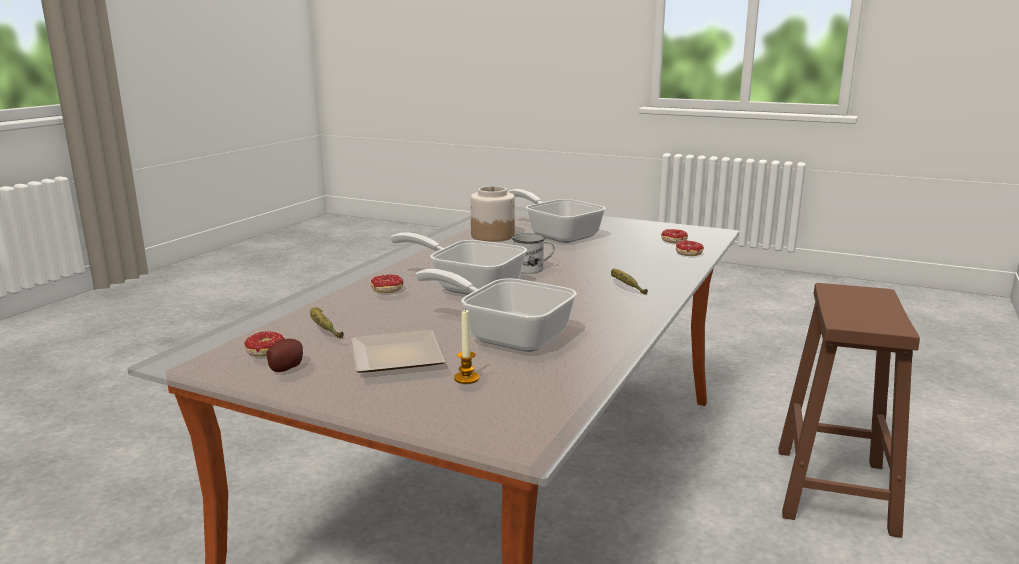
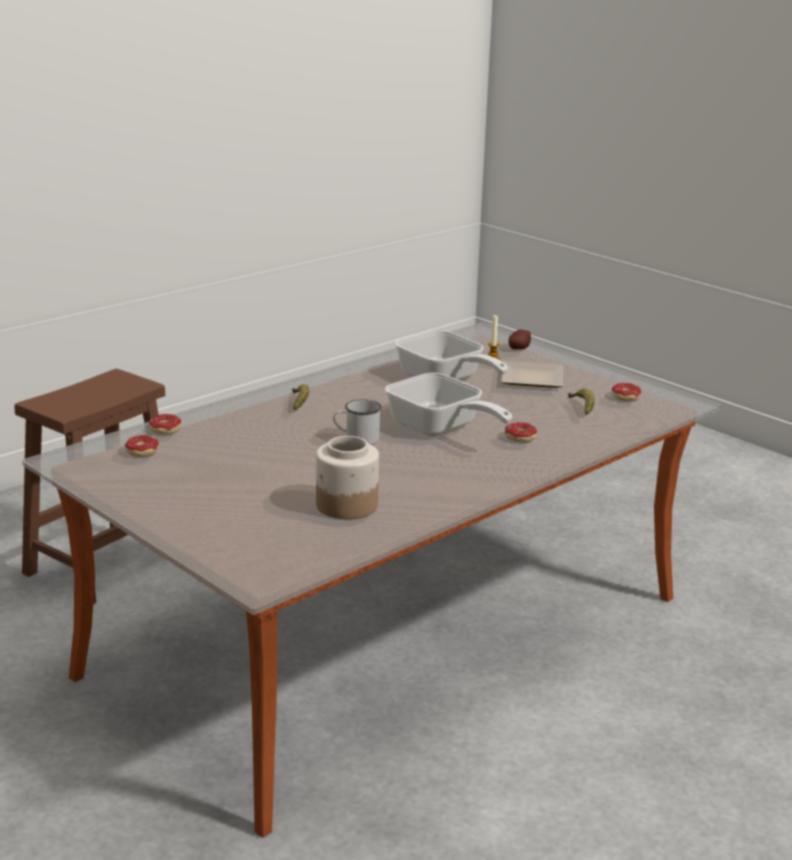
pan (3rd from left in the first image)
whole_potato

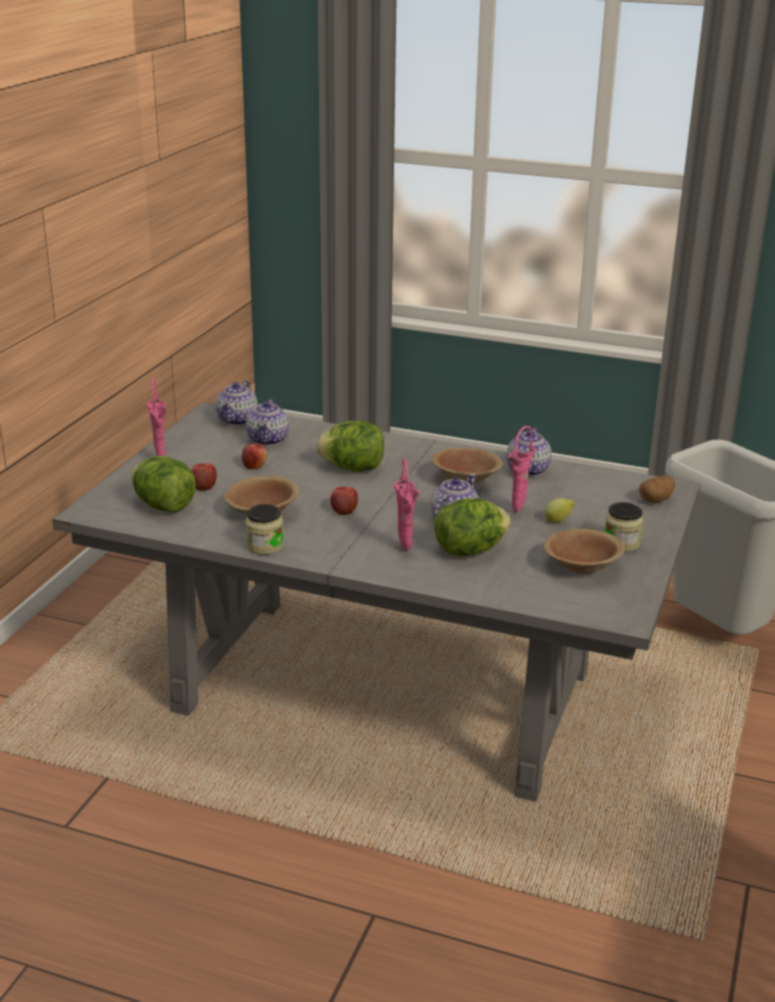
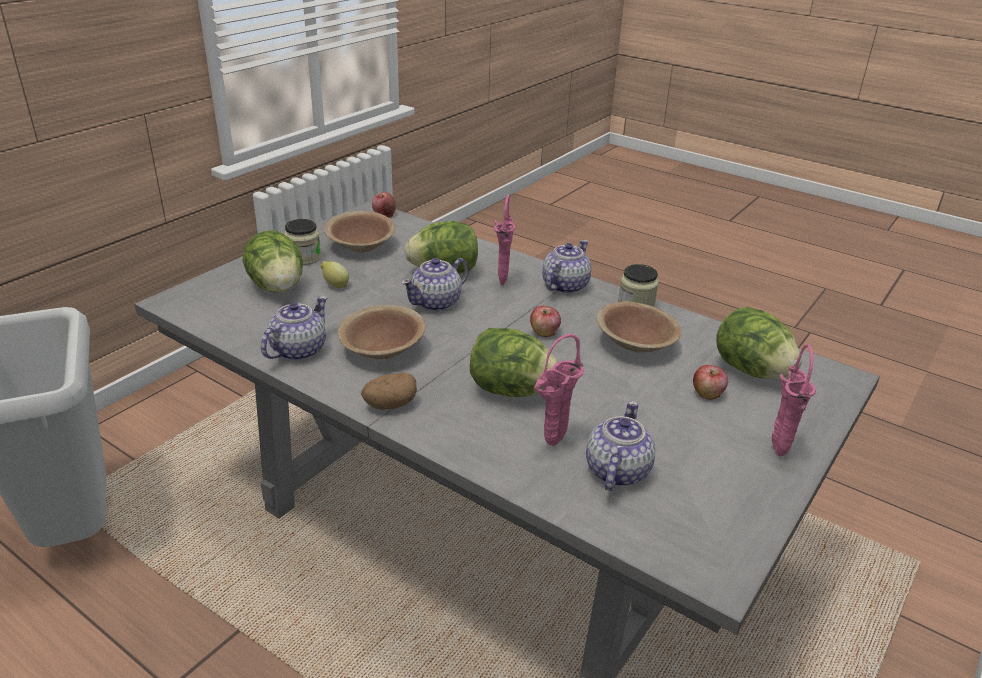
pot_for_tea (3rd from left)
pinkish_decorative_vase (2nd from left)
whole_apple (1st from left)
whole_potato
lettuce (1st from left)

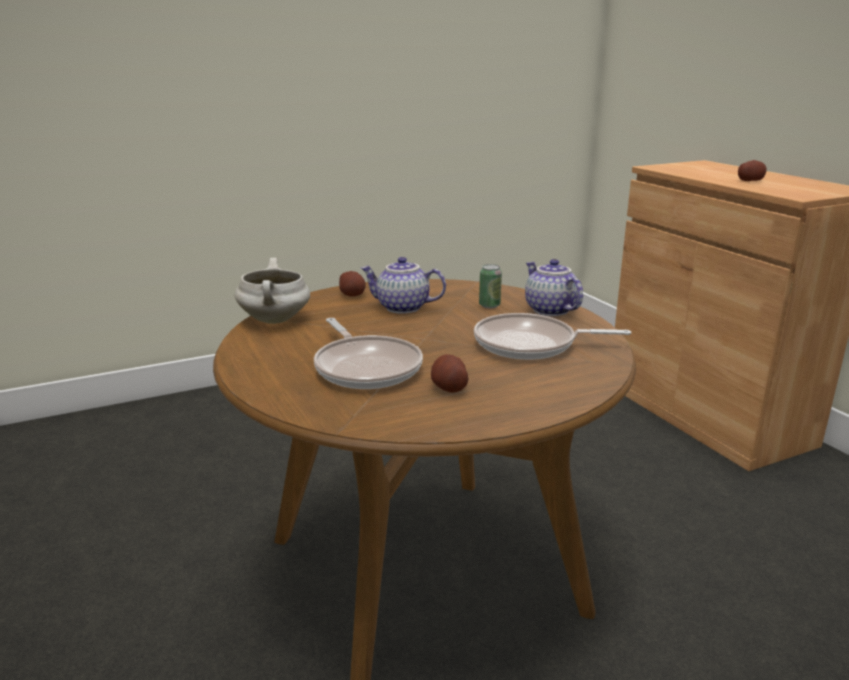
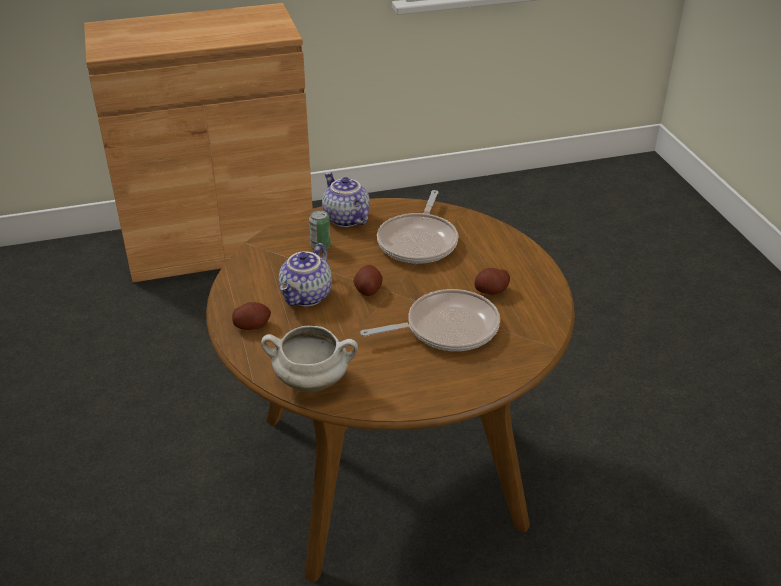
whole_potato (2nd from left)
pot_for_tea (2nd from left)

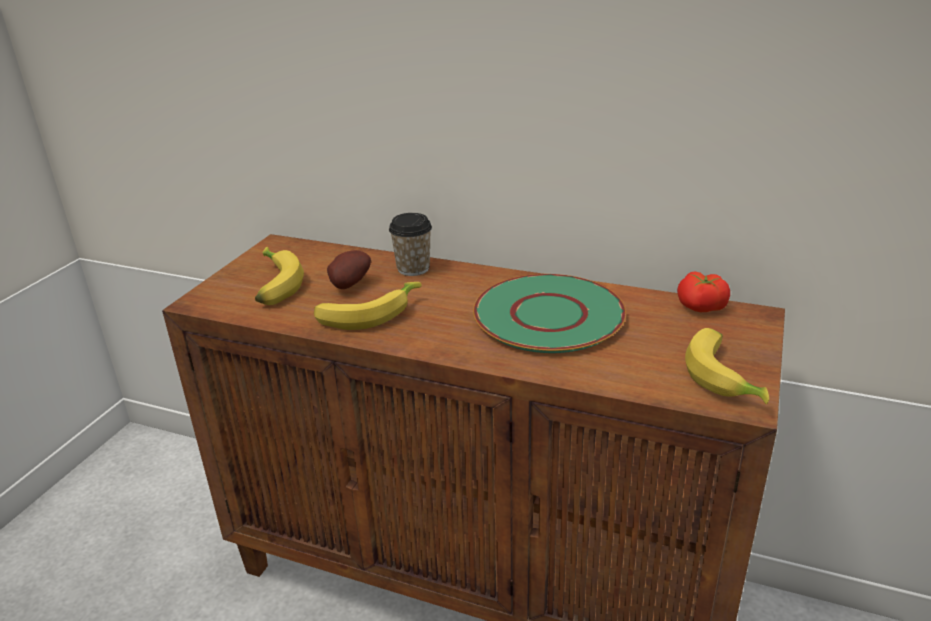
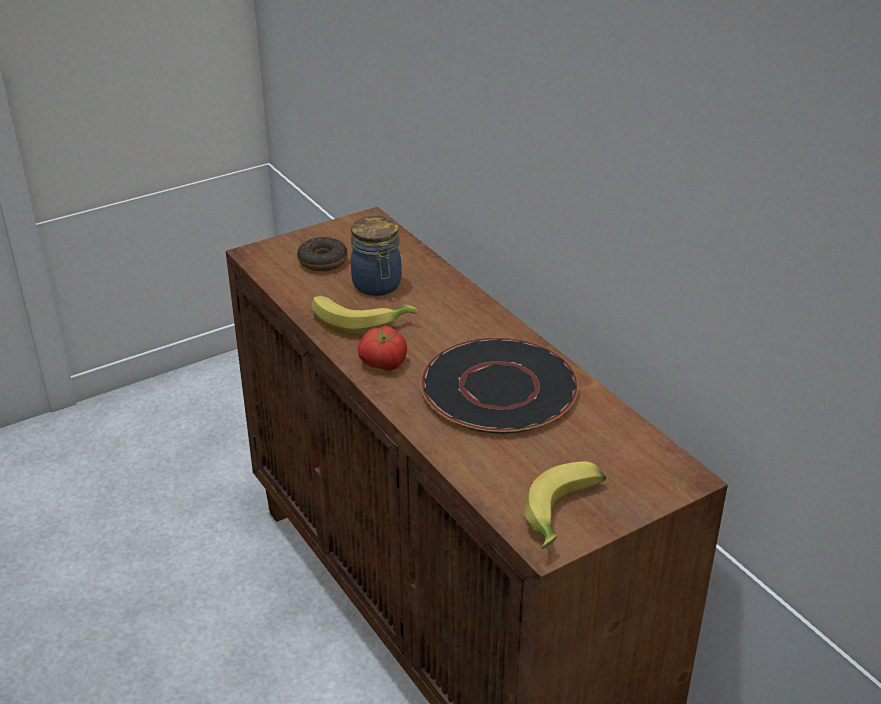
drinking_cup
ring_doughnut
jar
tomato
blackish_flat_dish

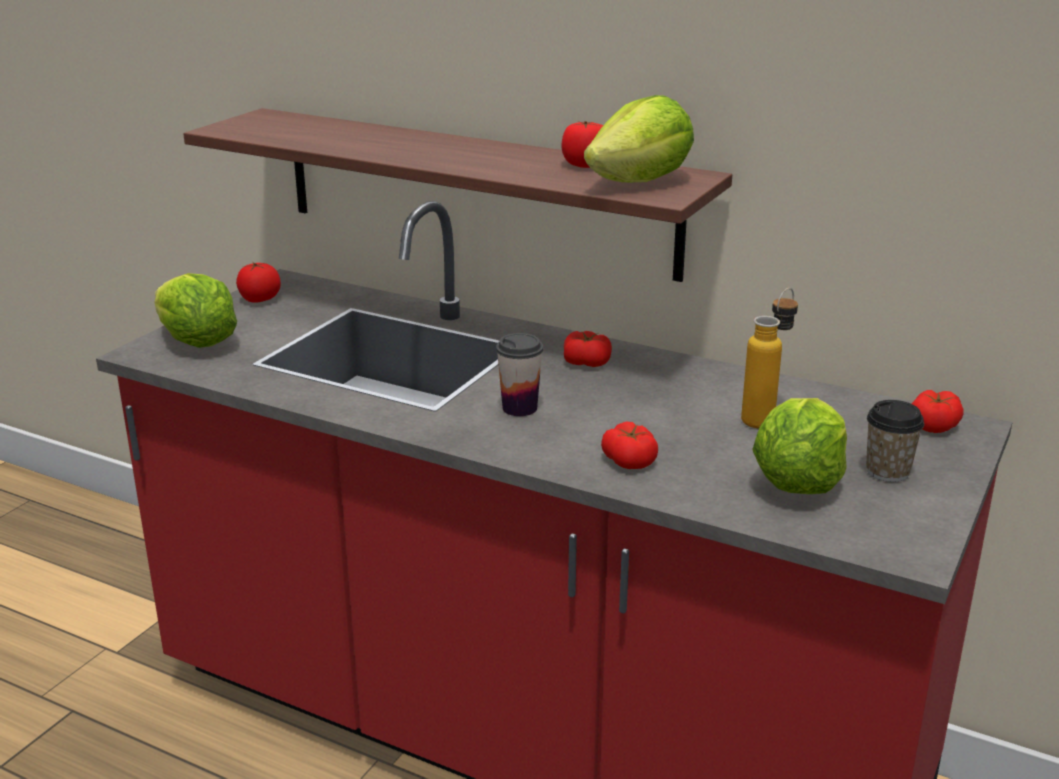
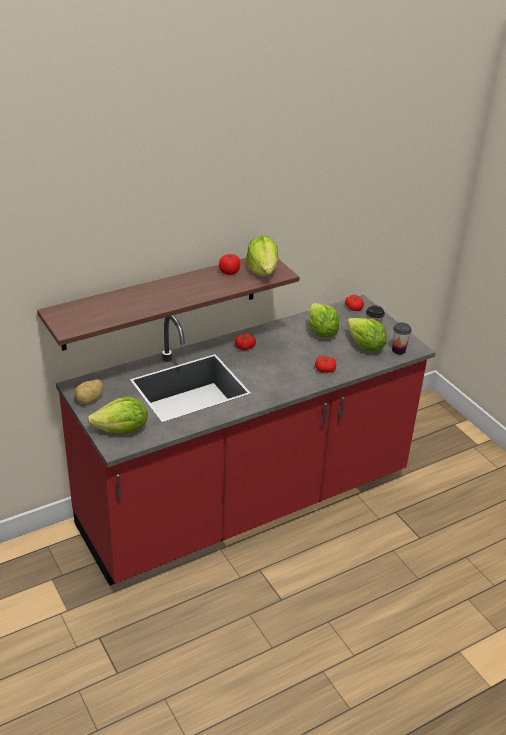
whole_potato
lettuce (3rd from left)
drinking_cup (2nd from left)

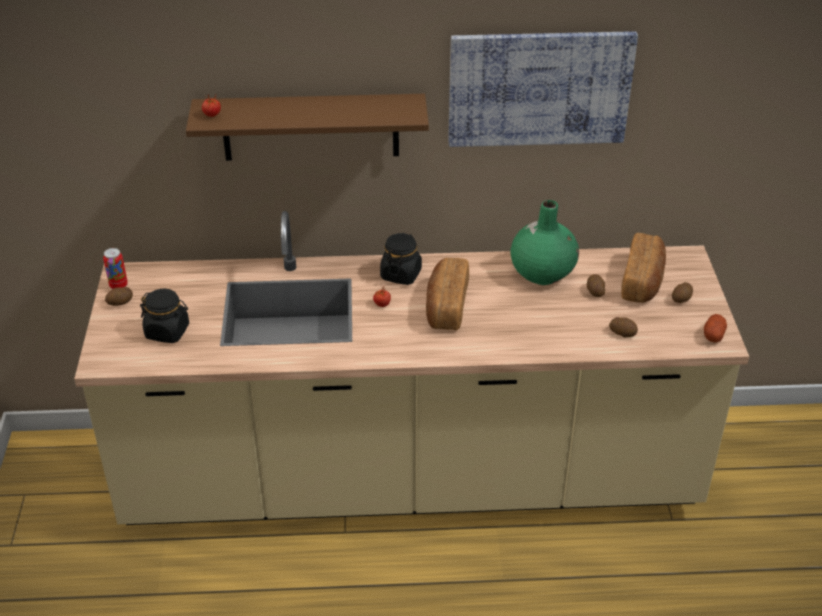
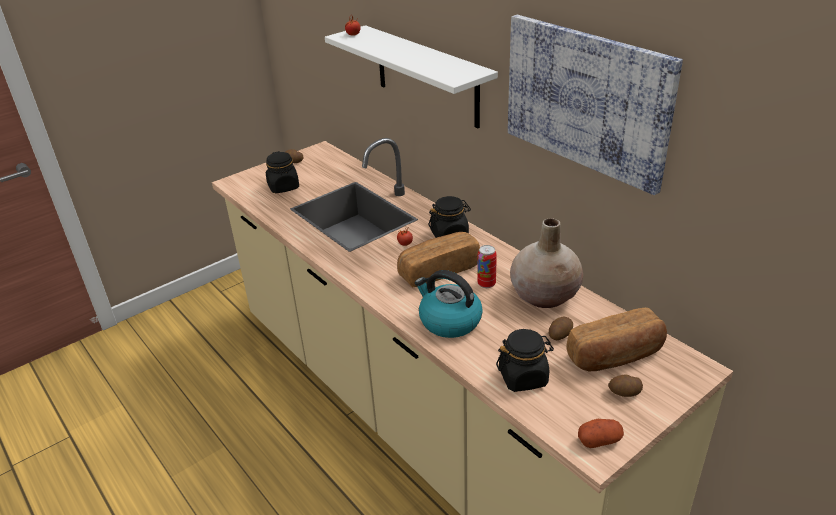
white-coloured_wall_shelf
beige-coloured_decorative_vase
metal_can
blackish_jar (3rd from left)
water_kettle

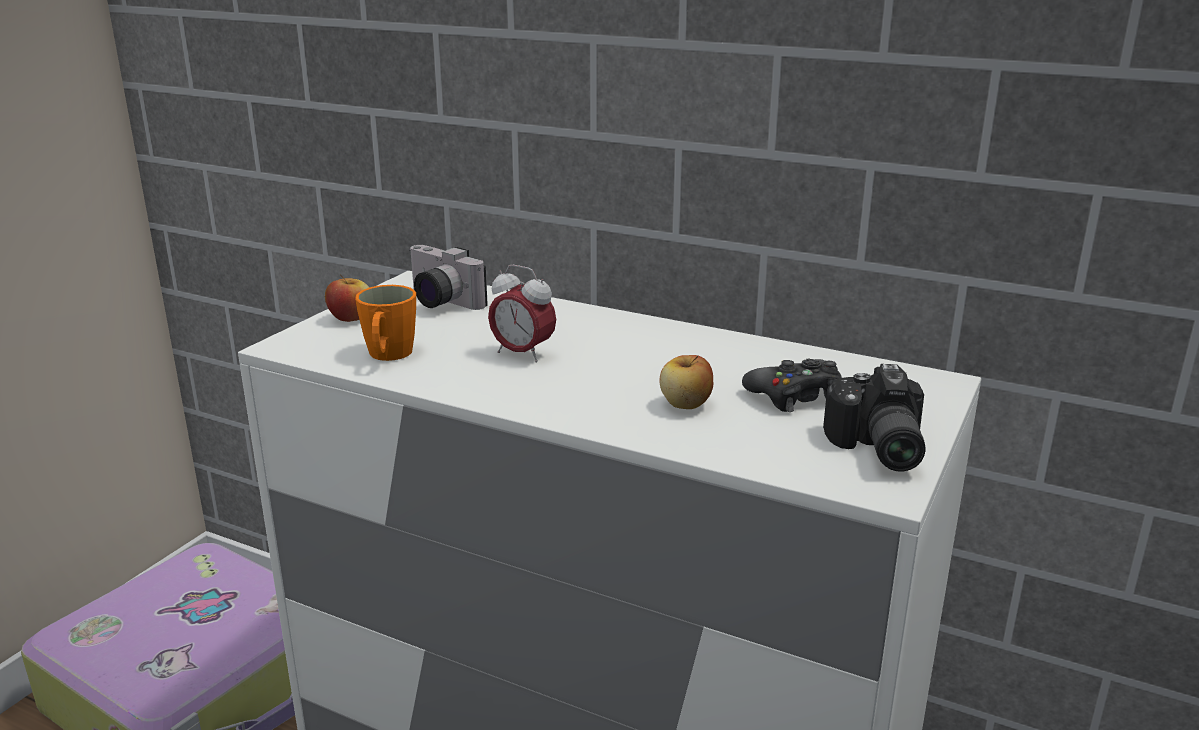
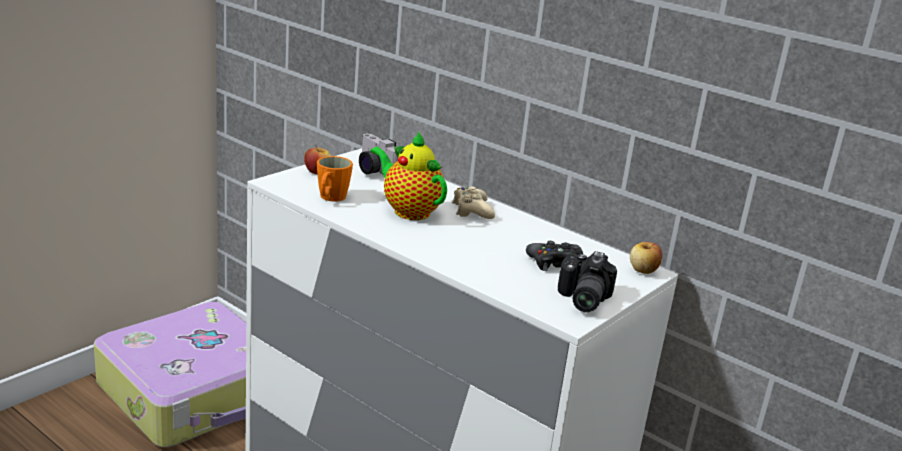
pot_for_tea
whole_apple (2nd from left)
beige-coloured_gamepad

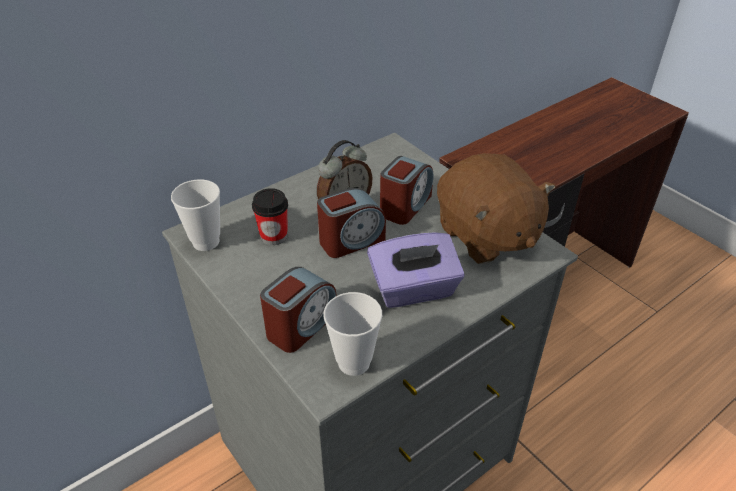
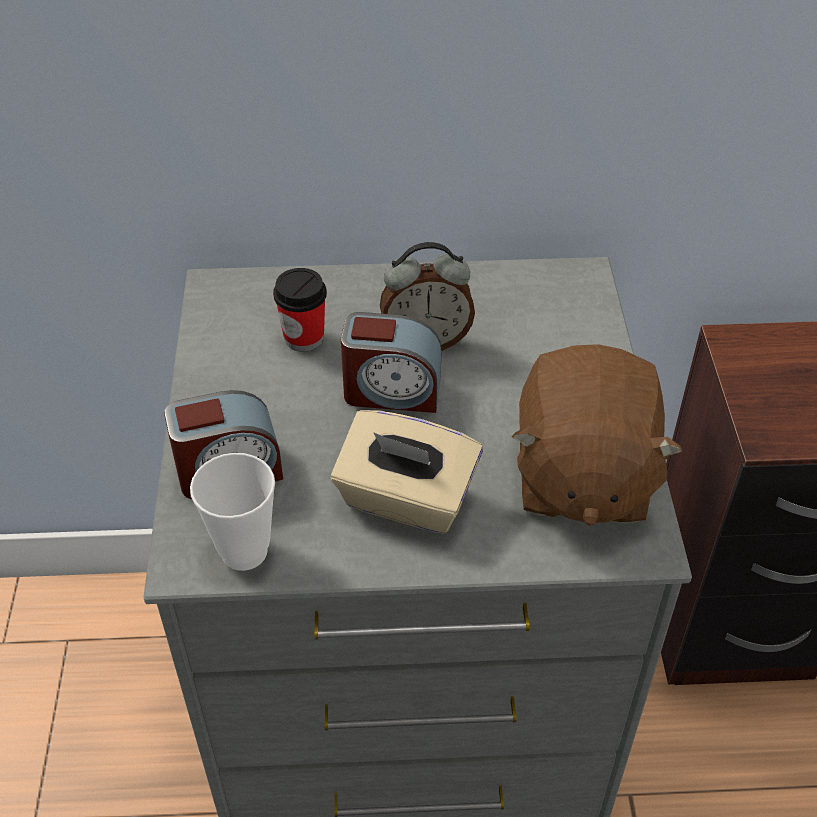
table_clock (4th from left in the first image)
drinking_cup (1st from left in the first image)
beige-coloured_tissue_box

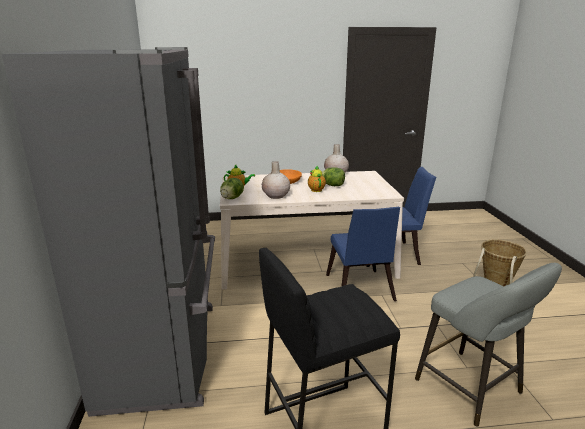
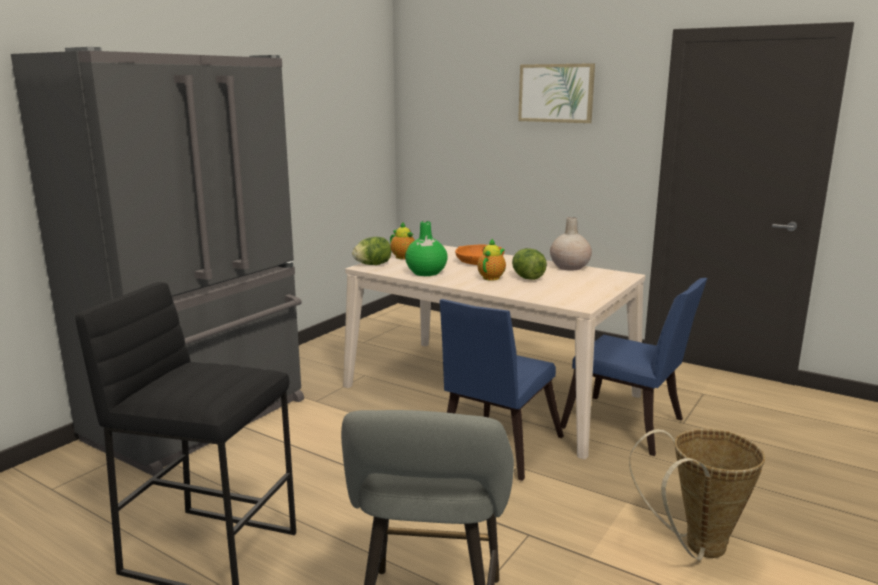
green_decorative_vase
wall_picture

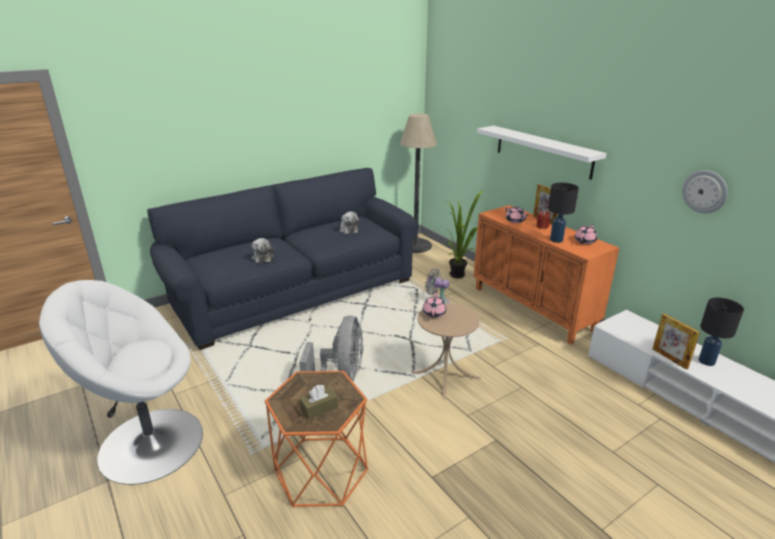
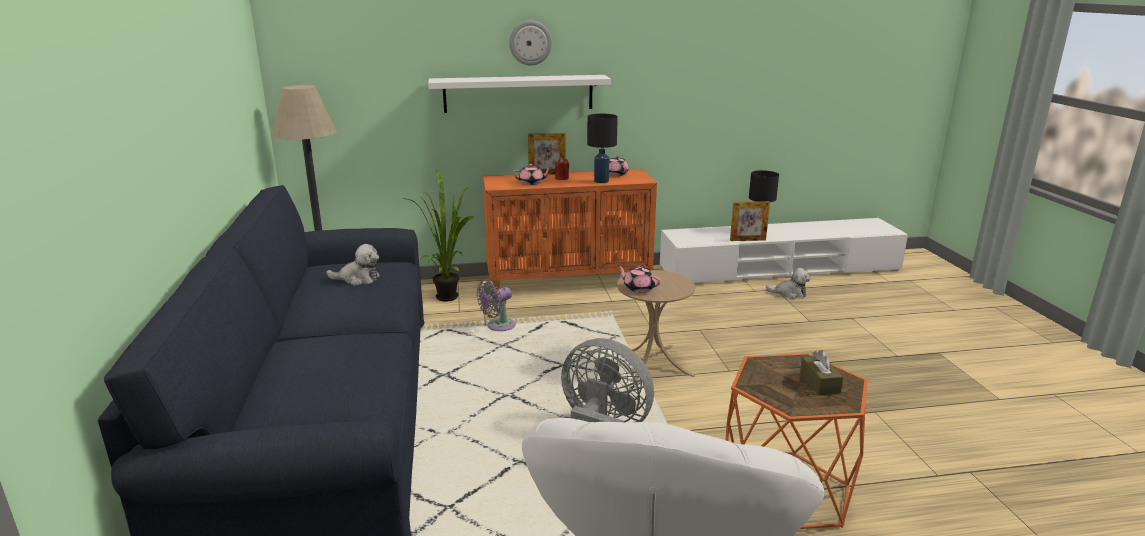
hanging_clock
soft_toy (2nd from left)

